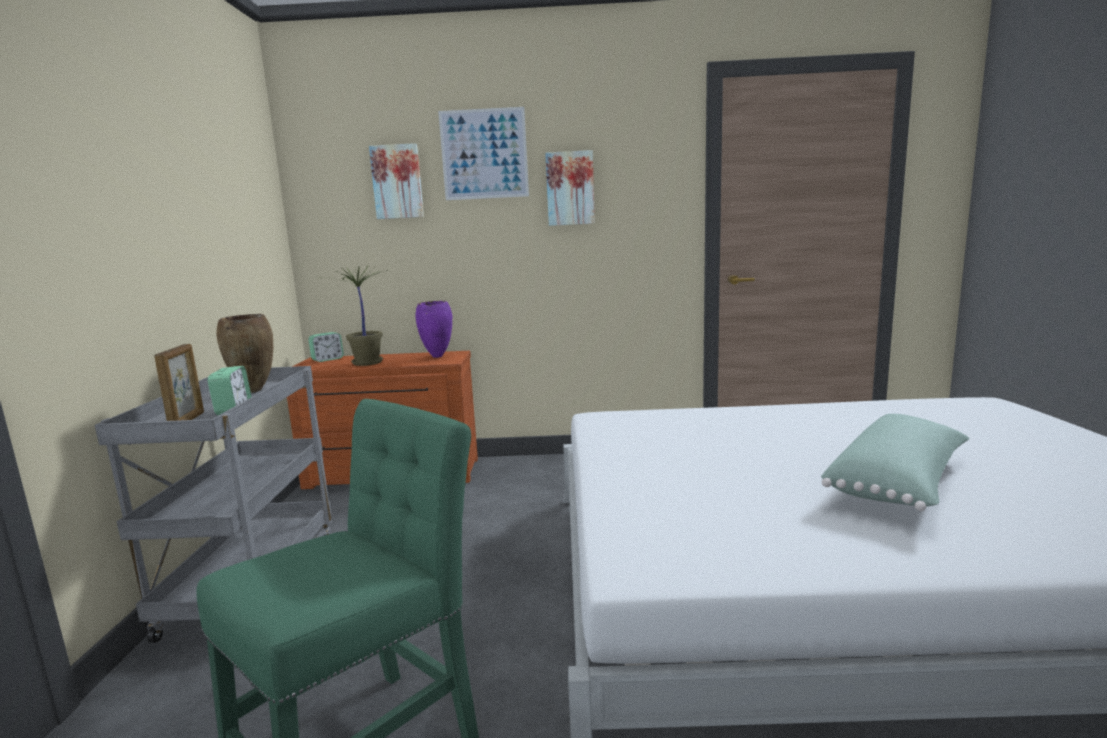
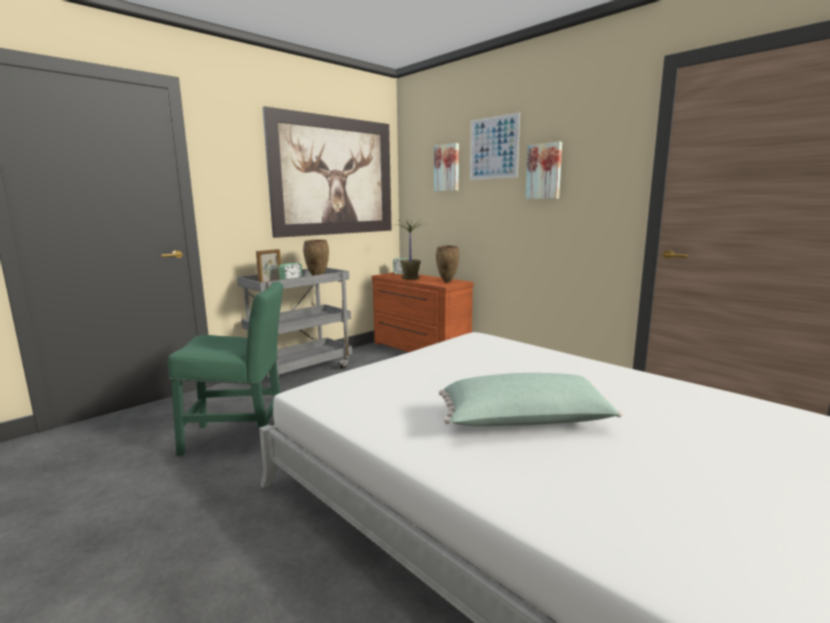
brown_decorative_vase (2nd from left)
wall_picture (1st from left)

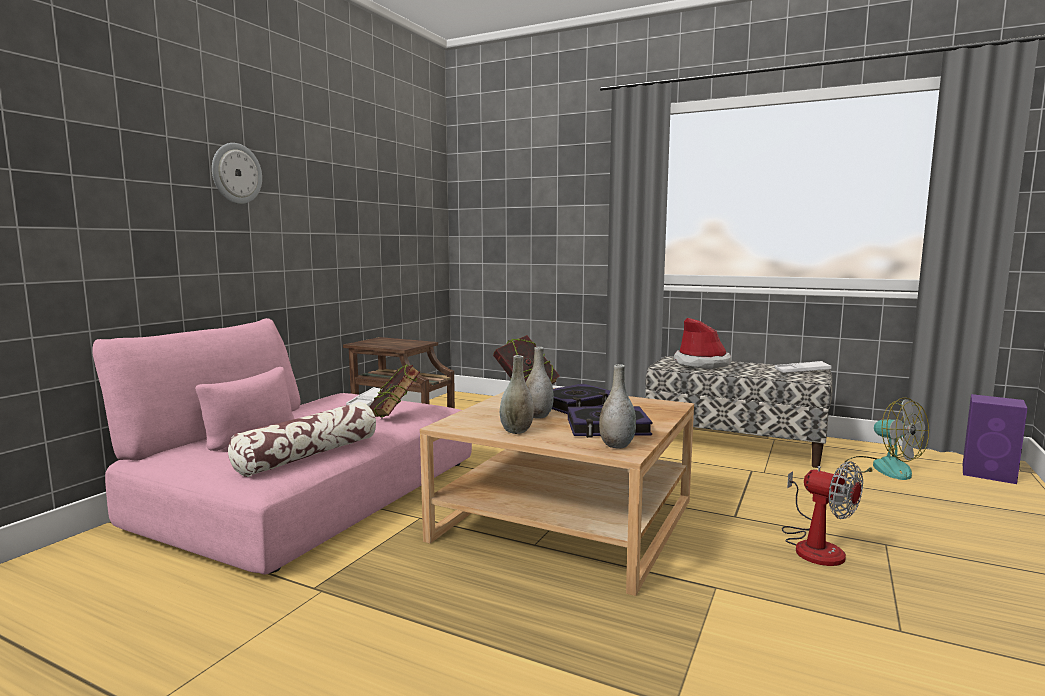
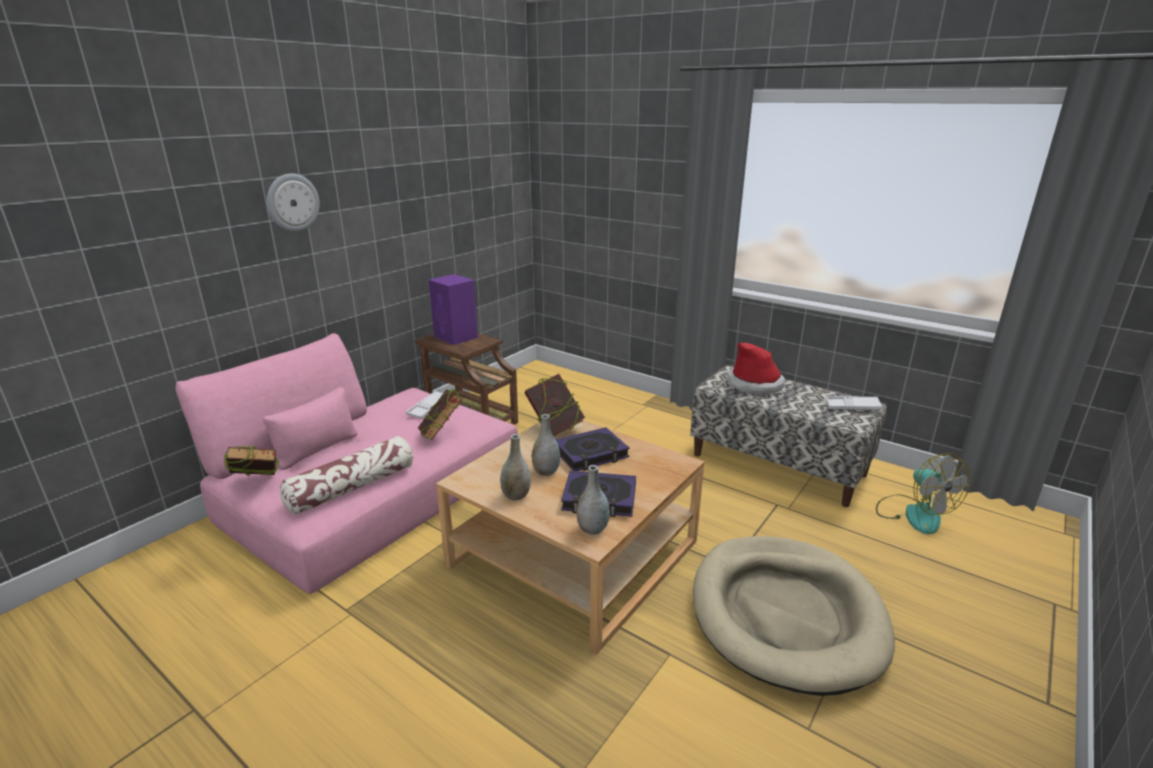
purplish_audio_speaker
beige-coloured_dog_bed
volume (1st from left)

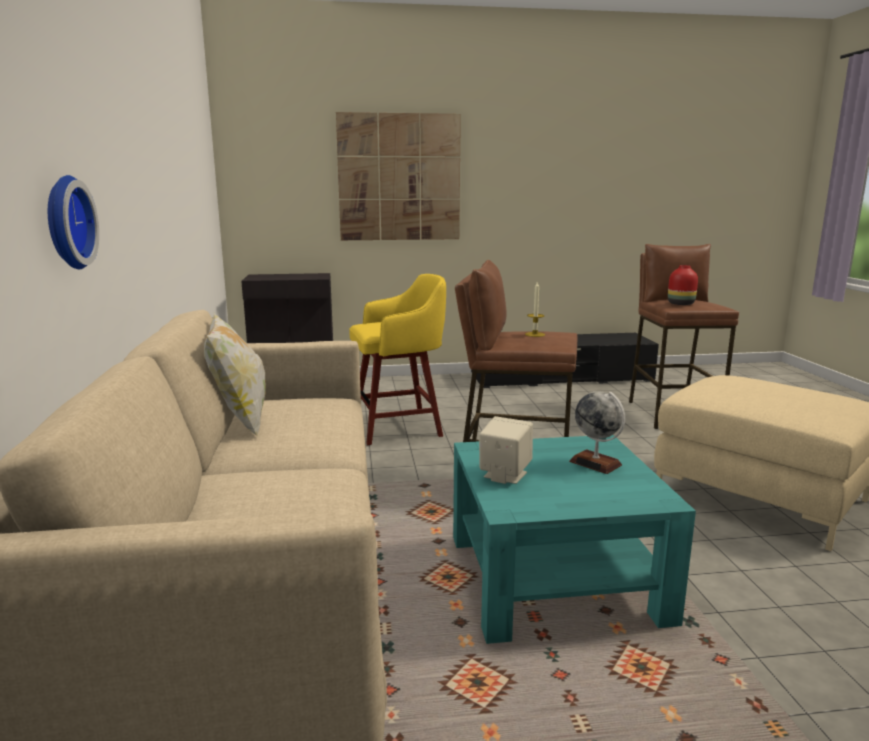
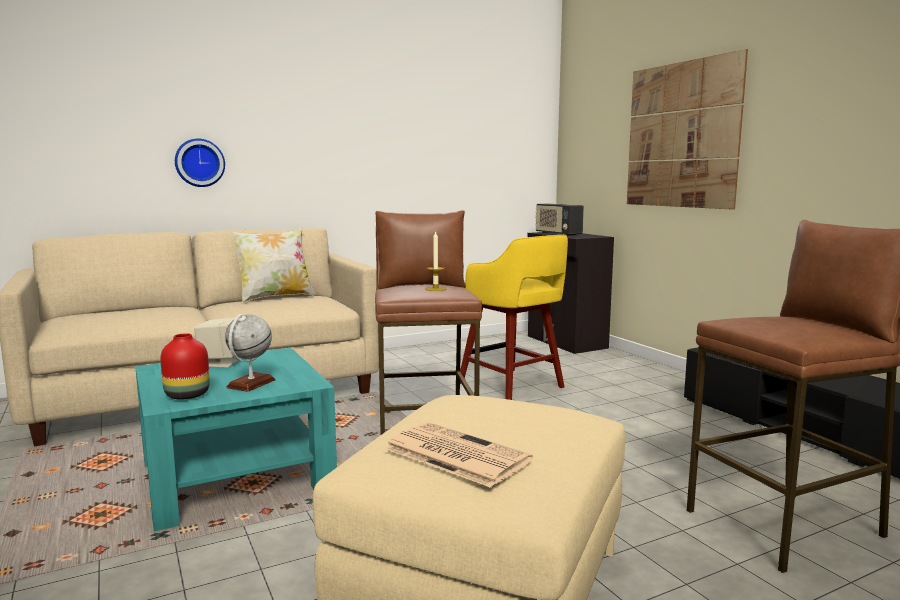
reddish_decorative_vase
radio_receiver
printed_paper

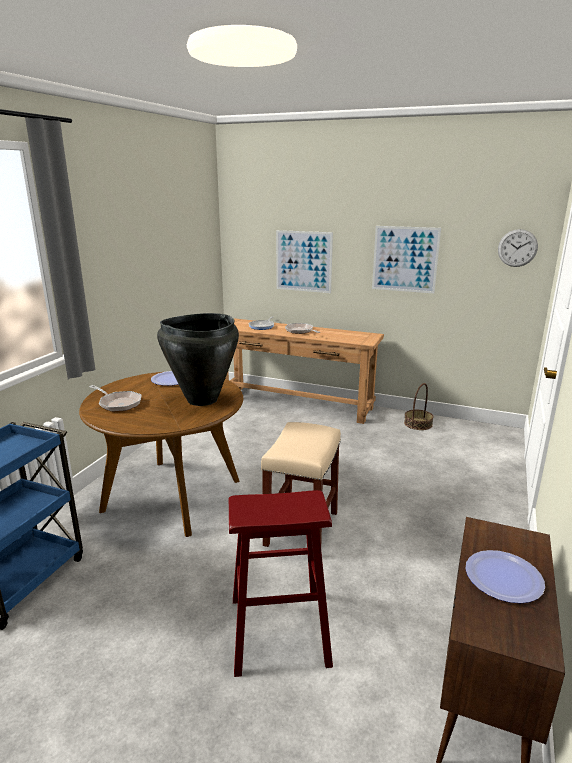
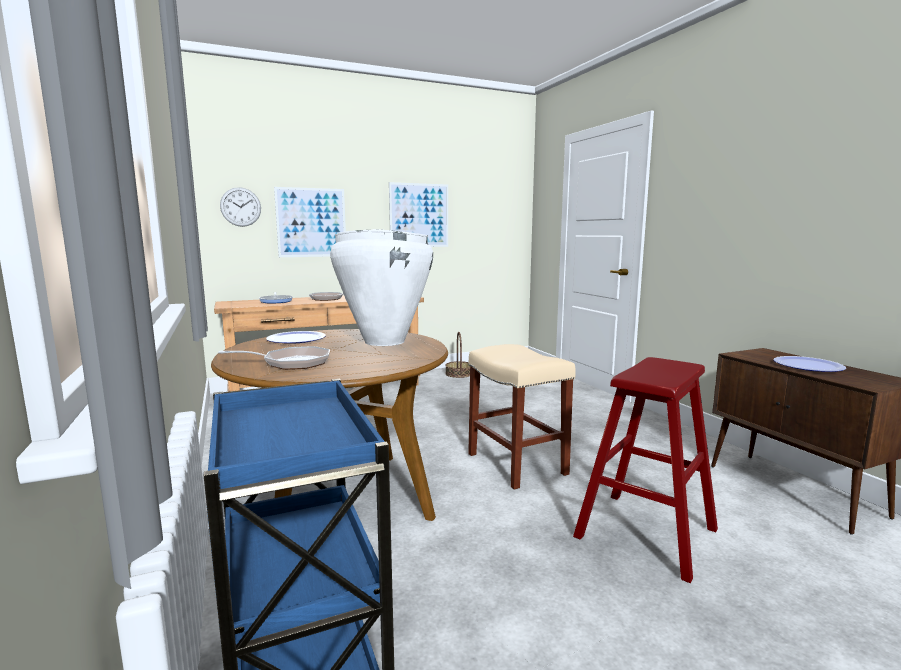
hanging_clock
white-coloured_decorative_vase

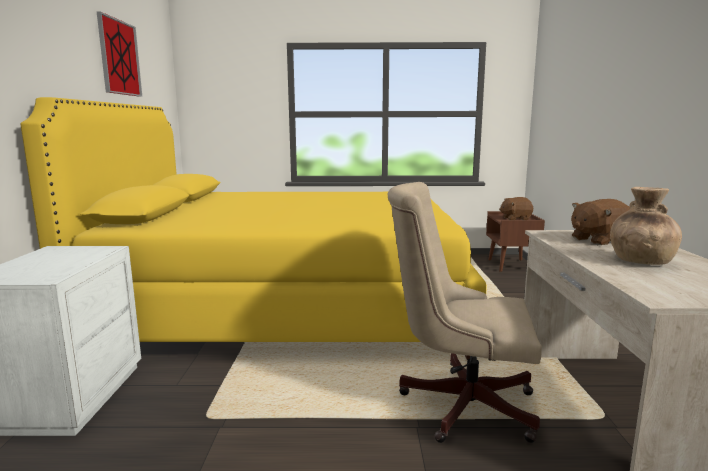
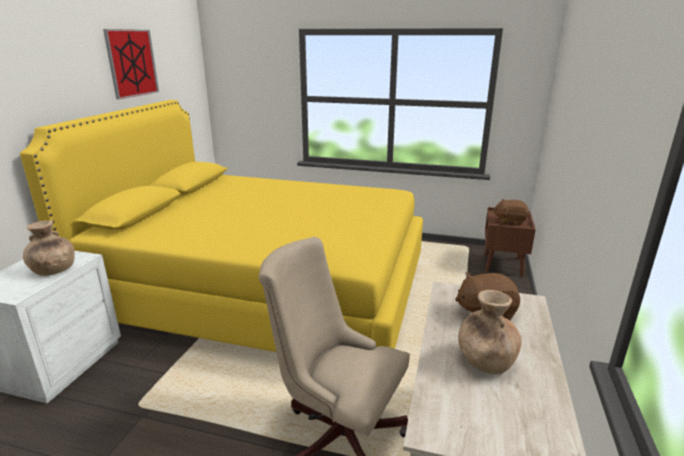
brown_decorative_vase (1st from left)

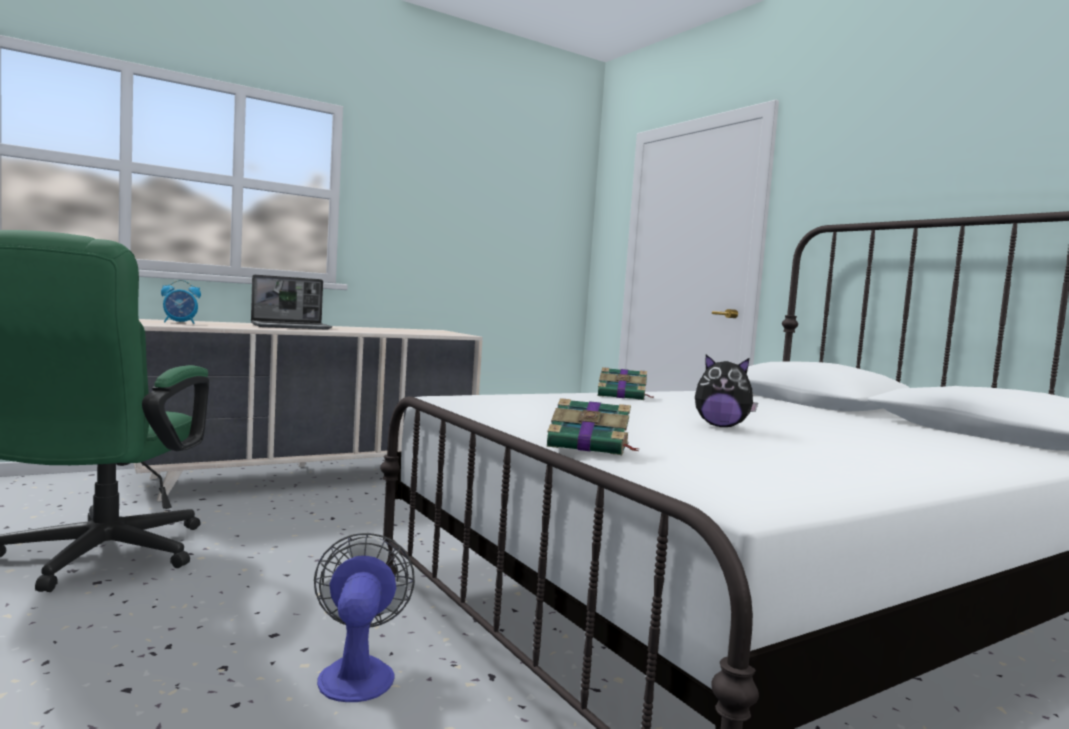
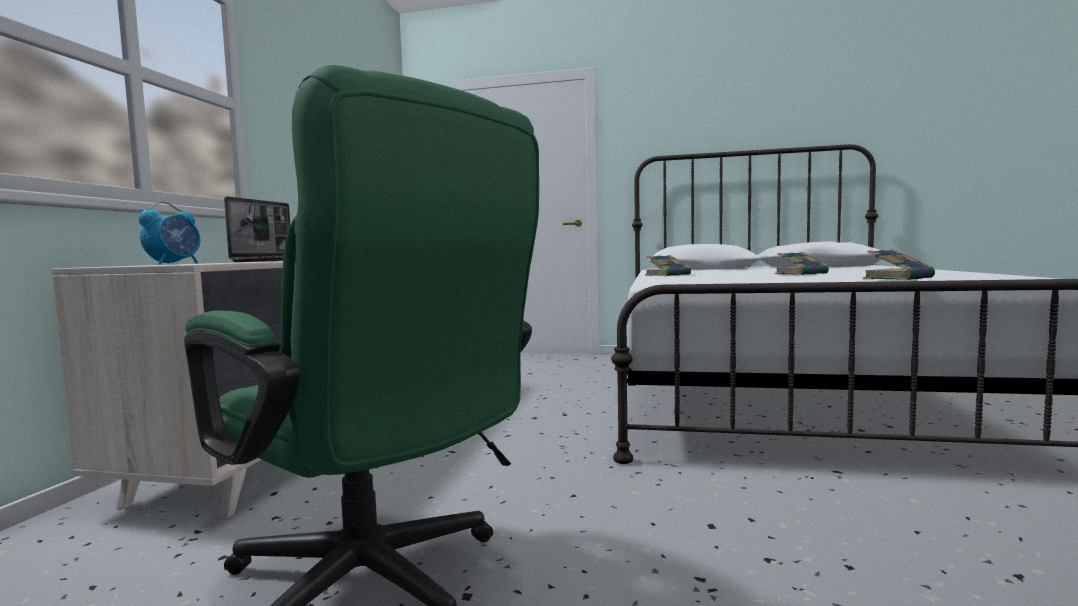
volume (2nd from left)
electric_fan

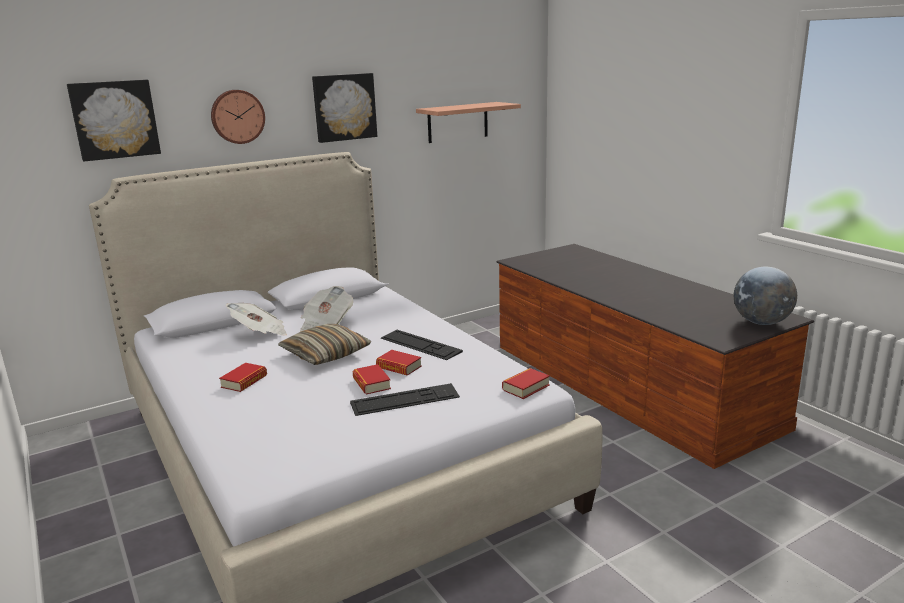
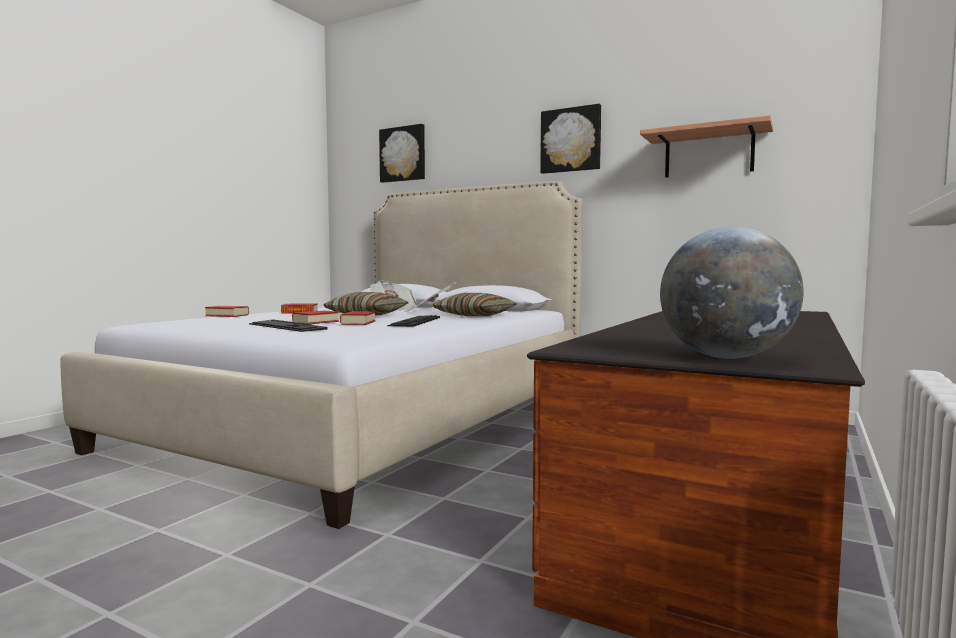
hanging_clock
volume (1st from left)
cushion (2nd from left)

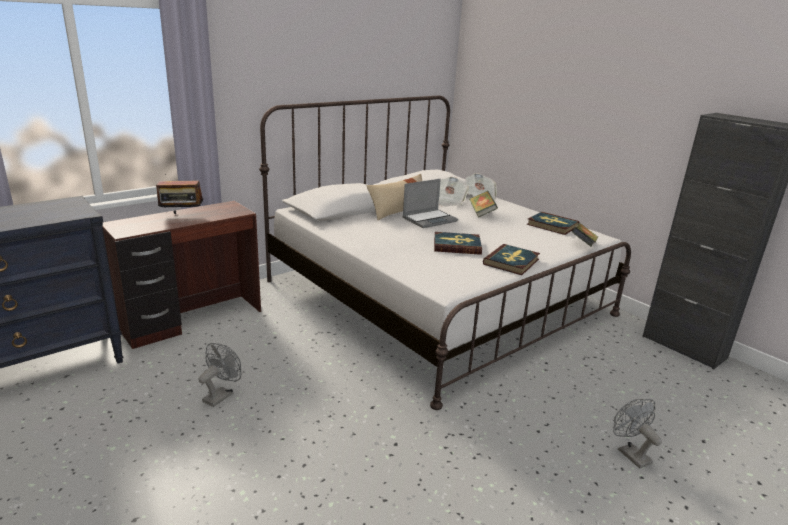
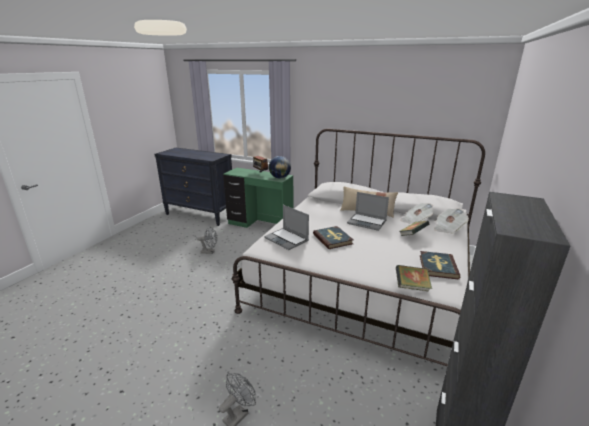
green_desk
volume (3rd from left in the first image)
desk_globe
notebook_computer (1st from left)

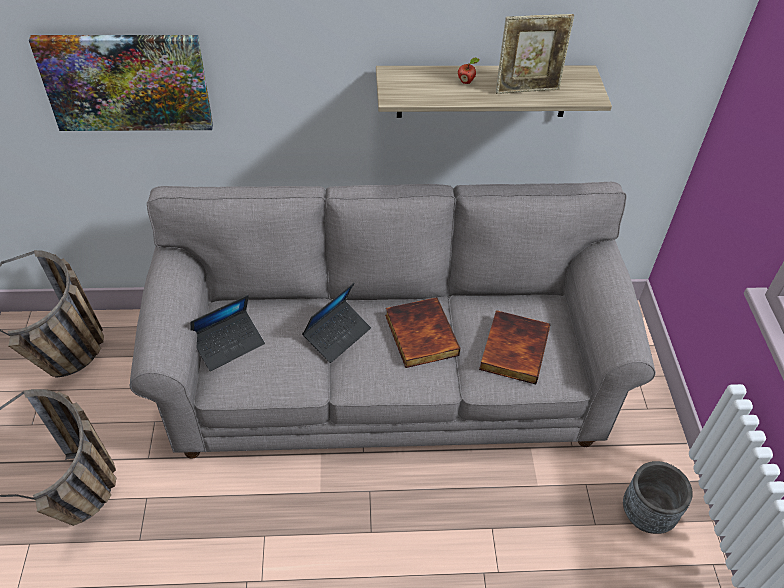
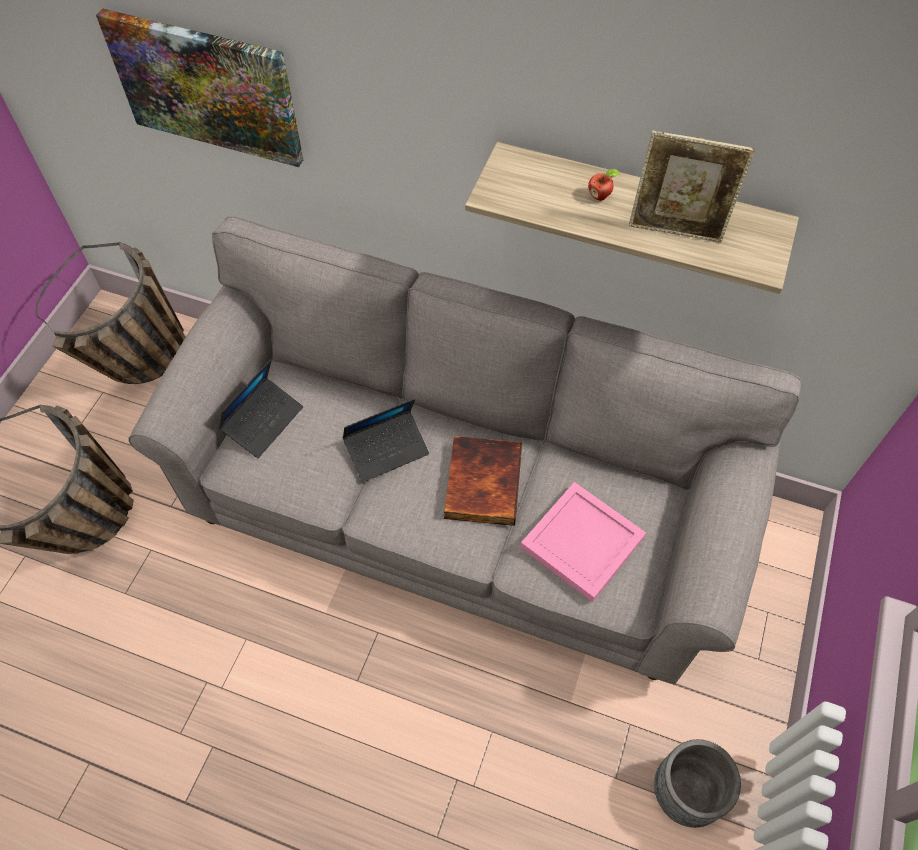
notebook_computer (1st from left)
pinkish_carrying_tray

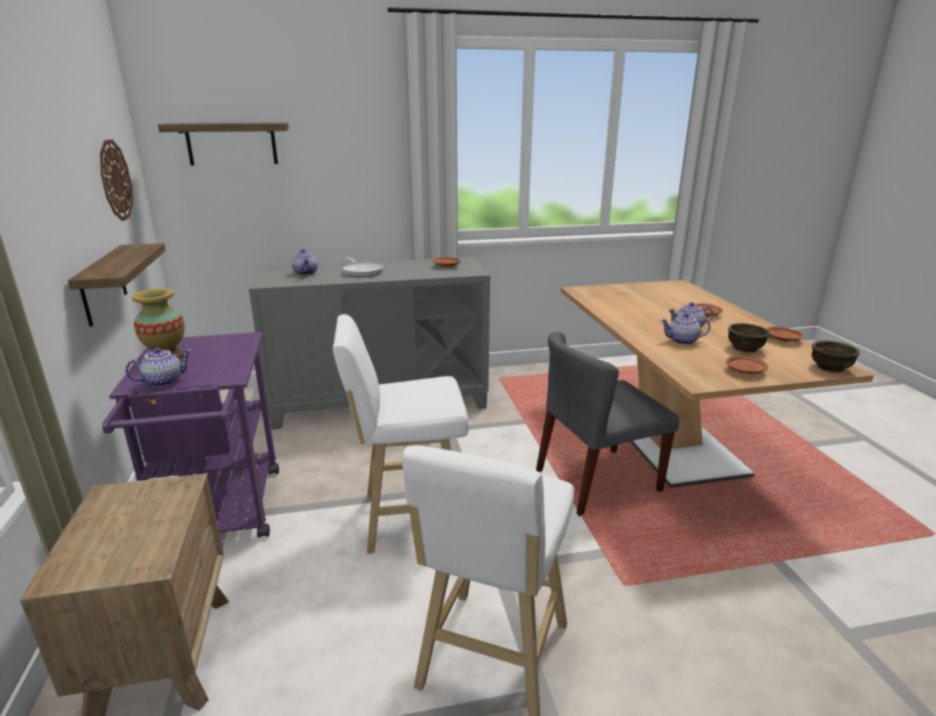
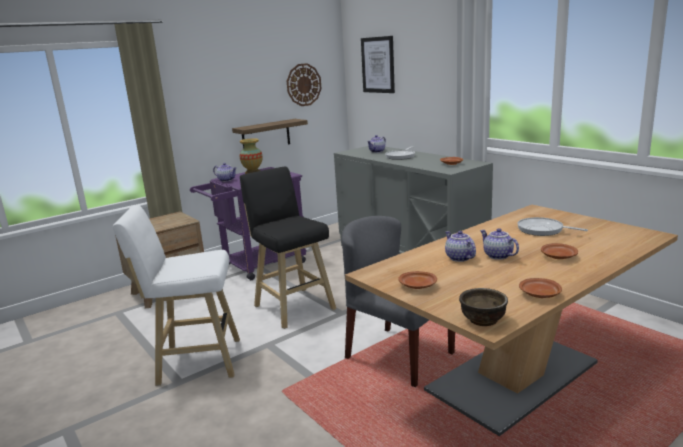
wall_picture
blackish_stool
brown_serving_bowl (1st from left in the first image)
pan (2nd from left)

